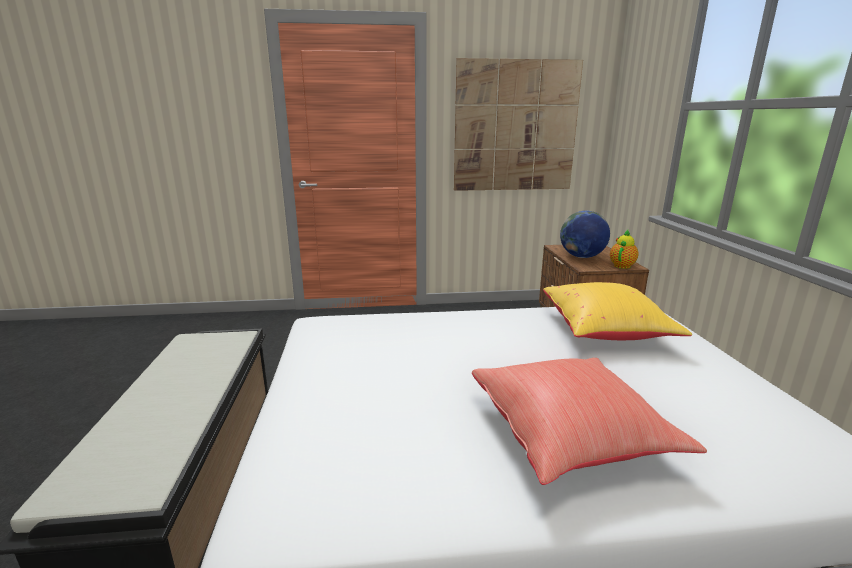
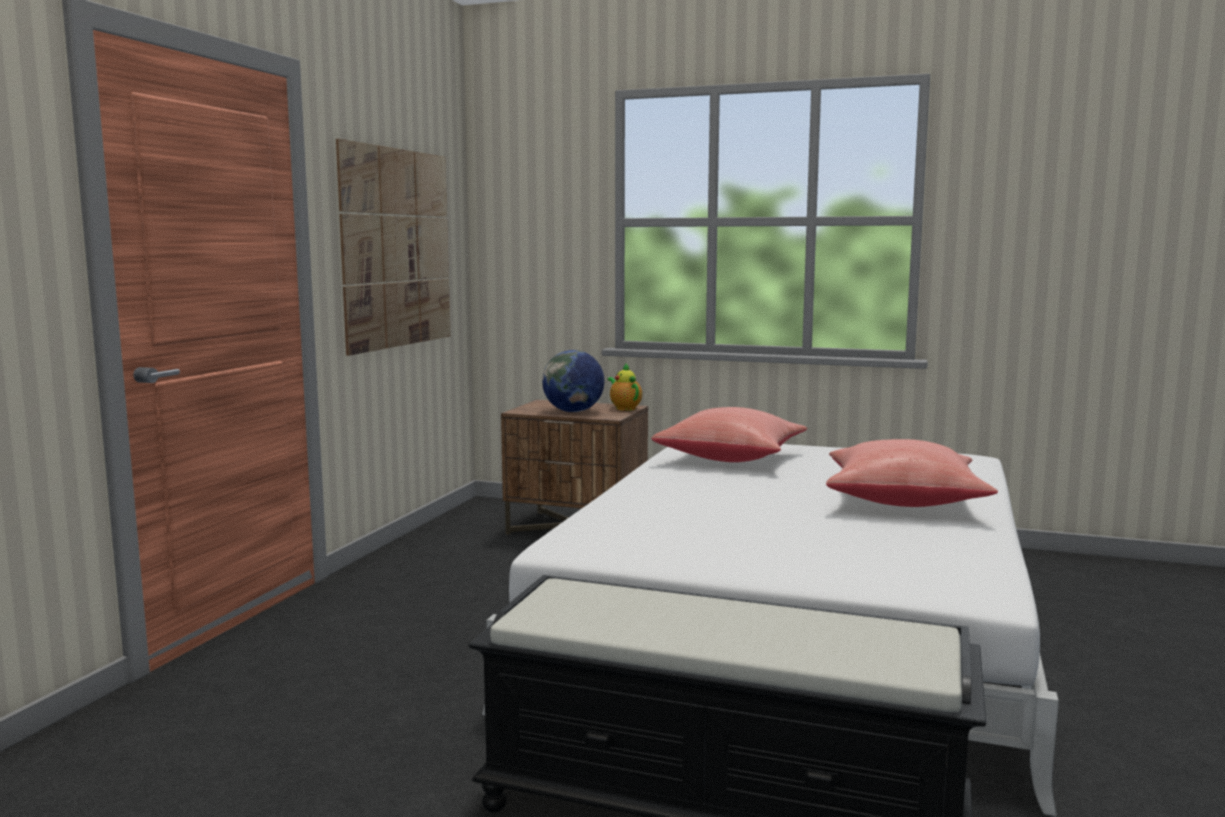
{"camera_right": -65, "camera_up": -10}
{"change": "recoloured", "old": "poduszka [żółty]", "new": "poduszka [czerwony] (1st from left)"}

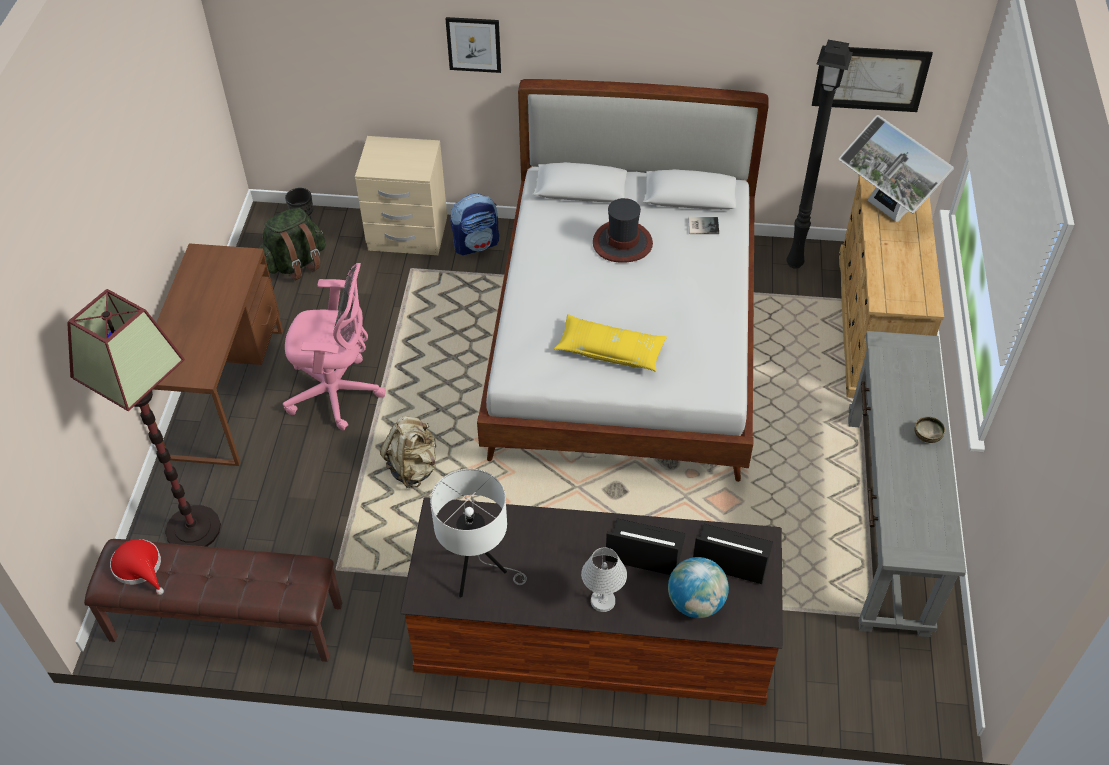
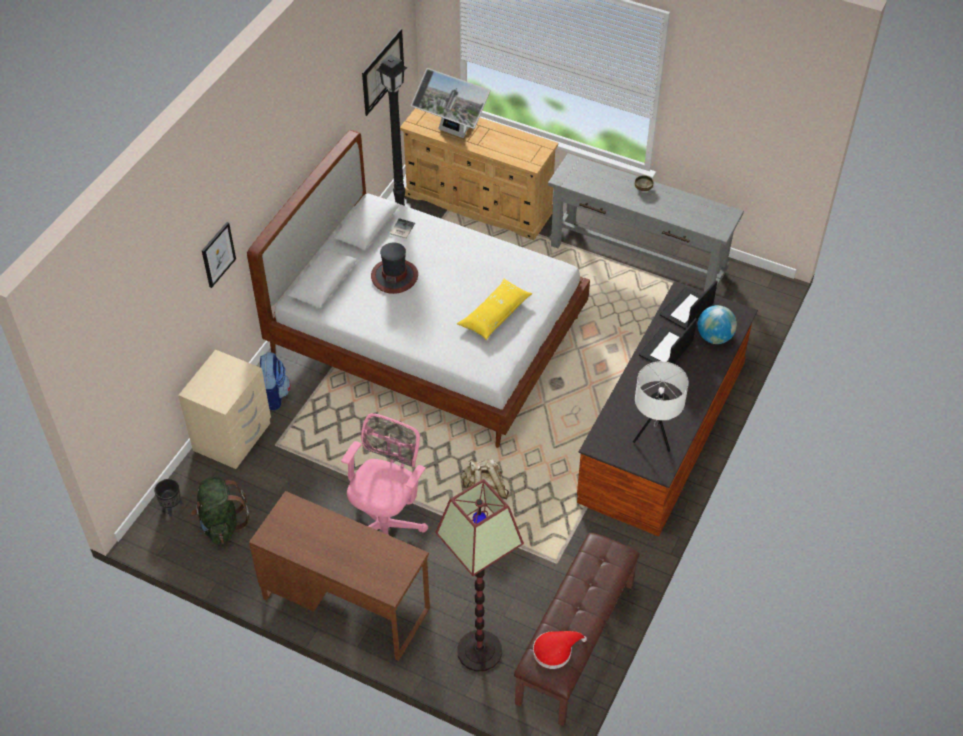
{"camera_right": -70, "camera_up": 0}
{"change": "removed", "old": "lampa stołowa [biały] (2nd from left)"}
{"change": "turned", "old": "monitor", "degrees": 45}

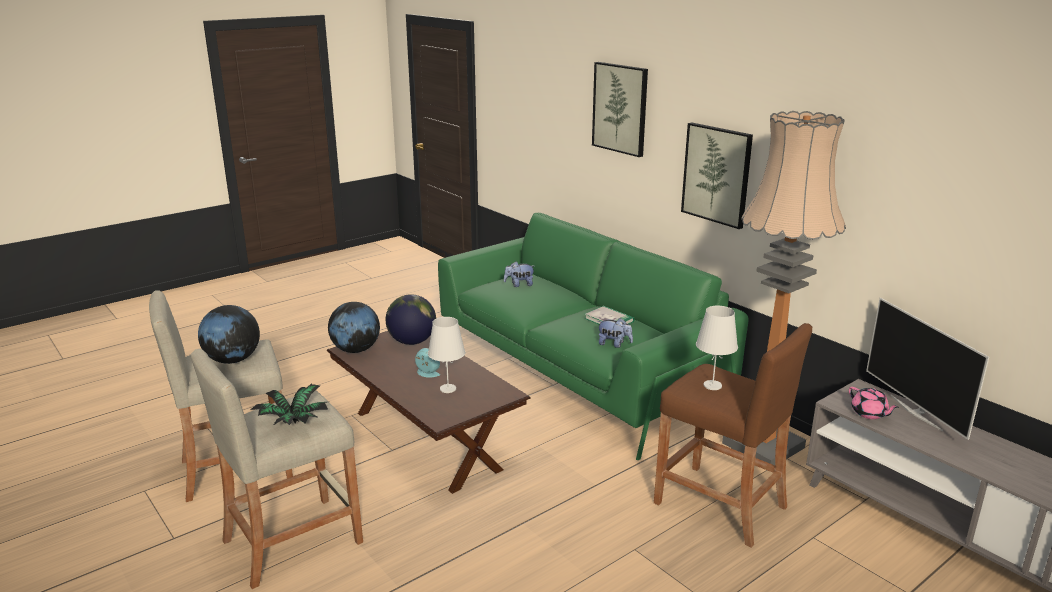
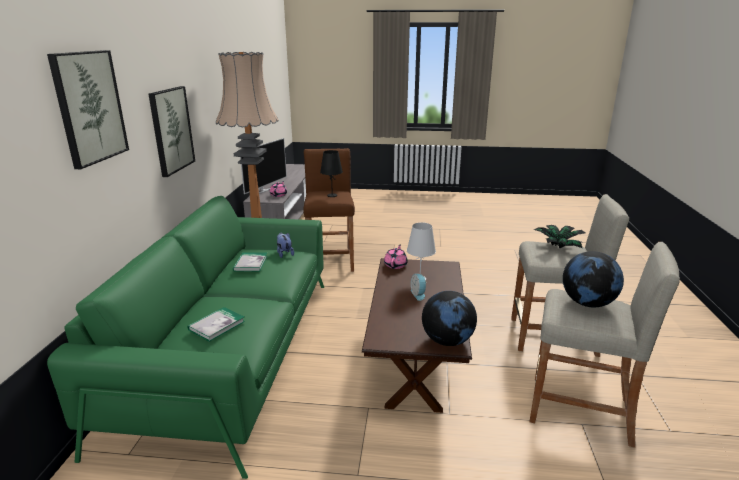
{"camera_right": -135, "camera_up": 0}
{"change": "removed", "old": "globus (3rd from left)"}
{"change": "replaced", "old": "pluszak (1st from left)", "new": "książka (1st from left)"}
{"change": "recoloured", "old": "lampa stołowa [biały] (2nd from left)", "new": "lampa stołowa [czarny]"}
{"change": "added", "new": "imbryk [różowy] (2nd from left)"}

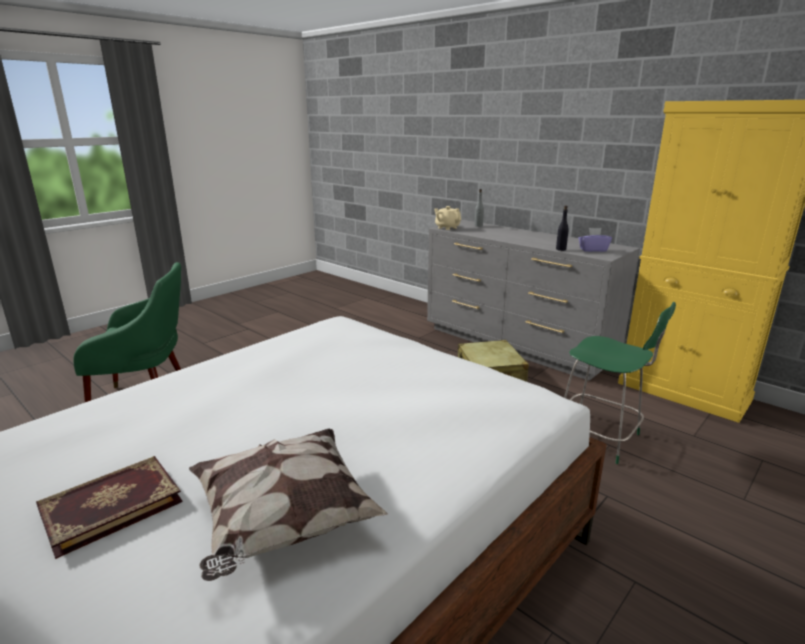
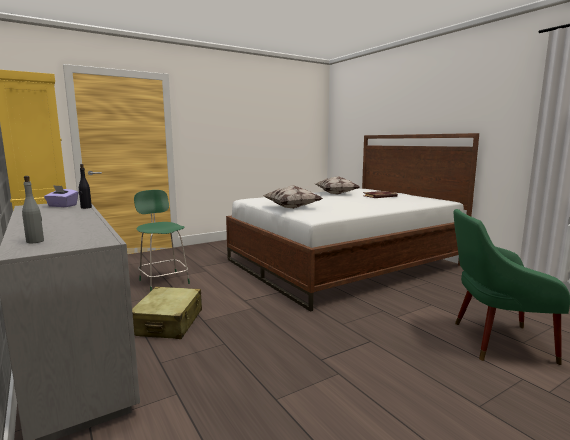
{"camera_right": -165, "camera_up": -10}
{"change": "removed", "old": "imbryk [beżowy]"}
{"change": "added", "new": "poduszka (1st from left)"}

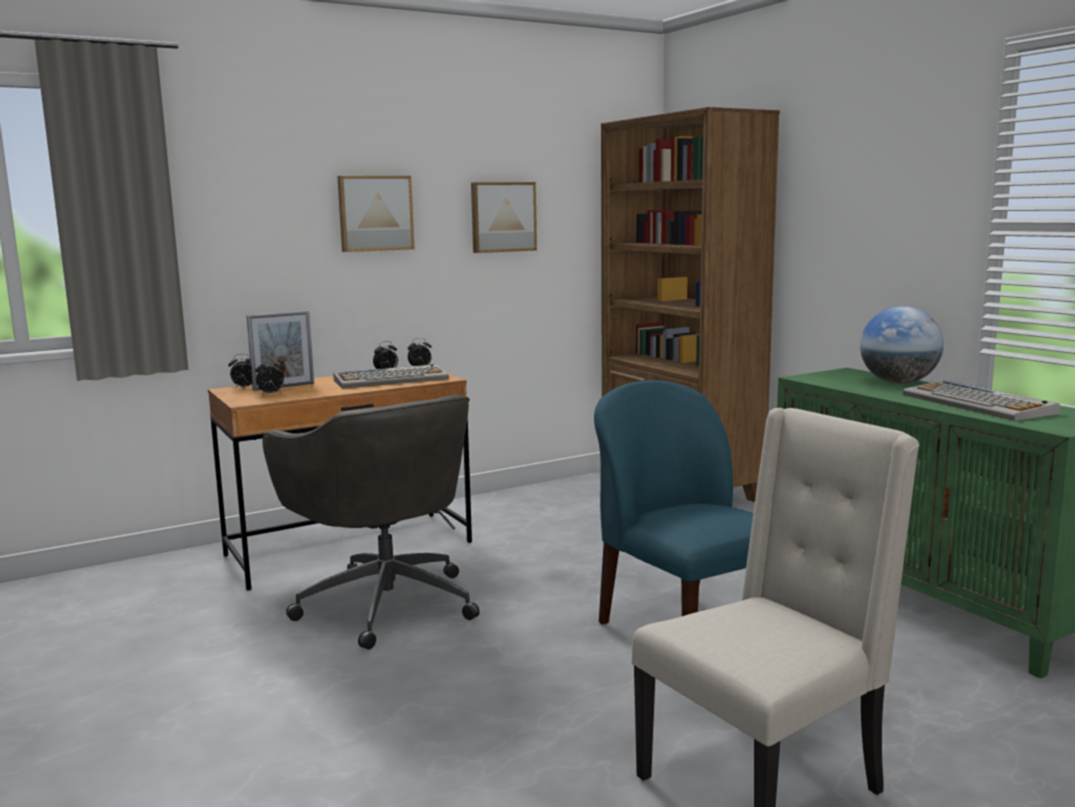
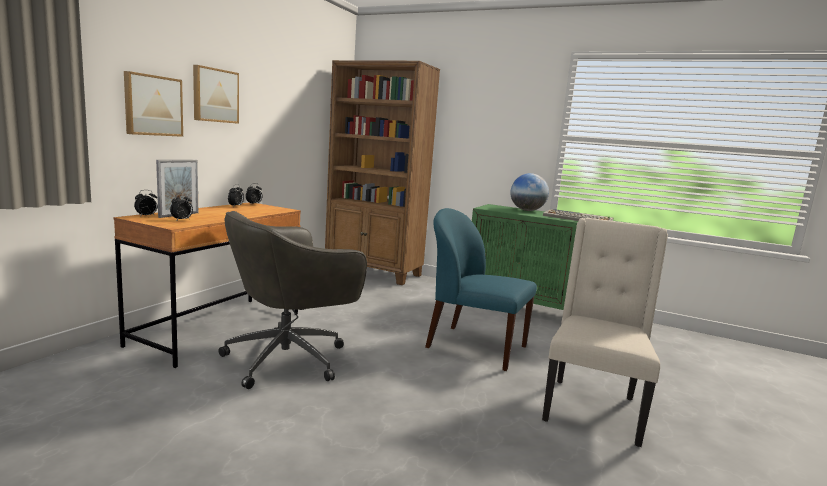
{"camera_right": -35, "camera_up": 0}
{"change": "turned", "old": "krzesło biurowe [szary]", "degrees": 120}
{"change": "removed", "old": "klawiatura (1st from left)"}
{"change": "moved", "old": "obraz (2nd from left in the first image)", "new": "obraz (1st from left)"}

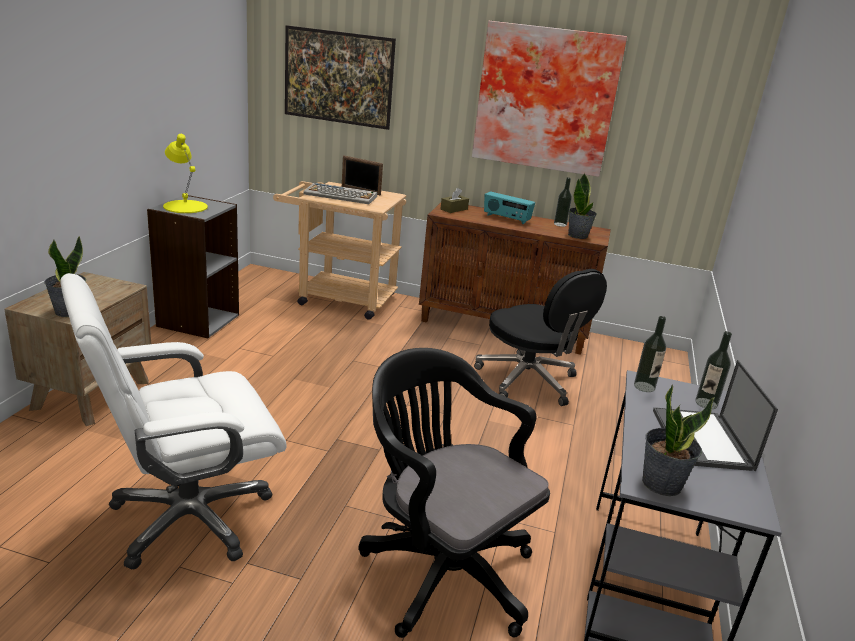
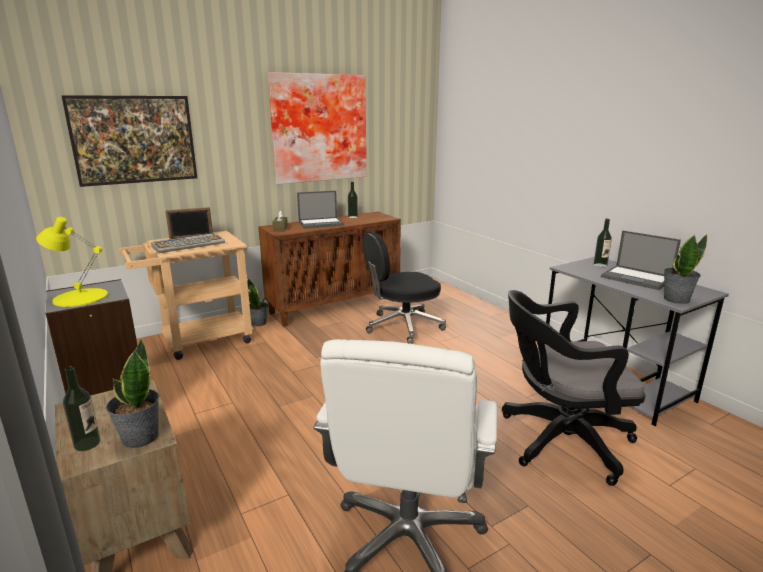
{"camera_right": -45, "camera_up": -5}
{"change": "turned", "old": "krzesło biurowe [czarny] (2nd from left in the first image)", "degrees": 150}
{"change": "replaced", "old": "radio", "new": "laptop (1st from left)"}
{"change": "moved", "old": "roślina doniczkowa (2nd from left)"}
{"change": "moved", "old": "butelka (2nd from left in the first image)", "new": "butelka (1st from left)"}

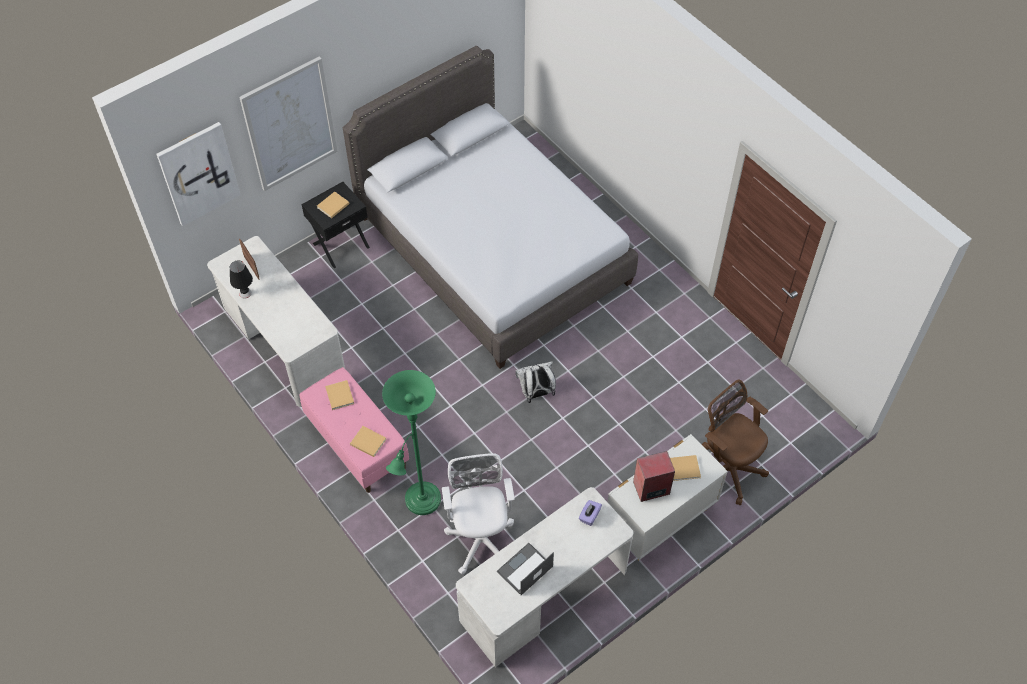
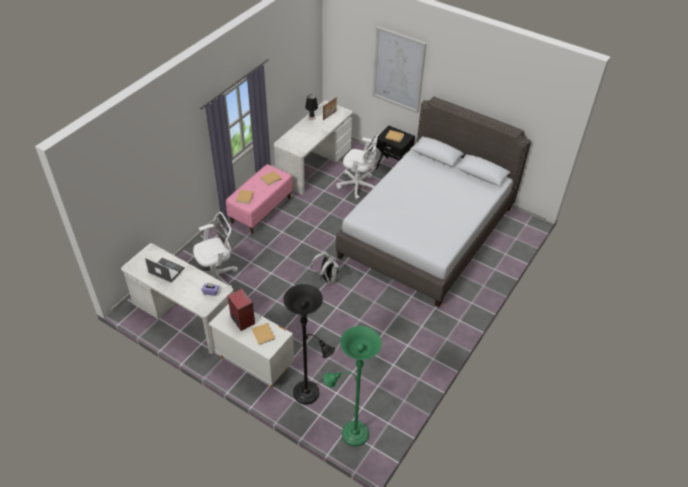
{"camera_right": 70, "camera_up": -10}
{"change": "removed", "old": "obraz (1st from left)"}
{"change": "moved", "old": "lampa stojąca [zielony]"}
{"change": "replaced", "old": "krzesło biurowe [brązowy]", "new": "lampa stojąca [czarny]"}
{"change": "added", "new": "krzesło biurowe [biały] (2nd from left)"}

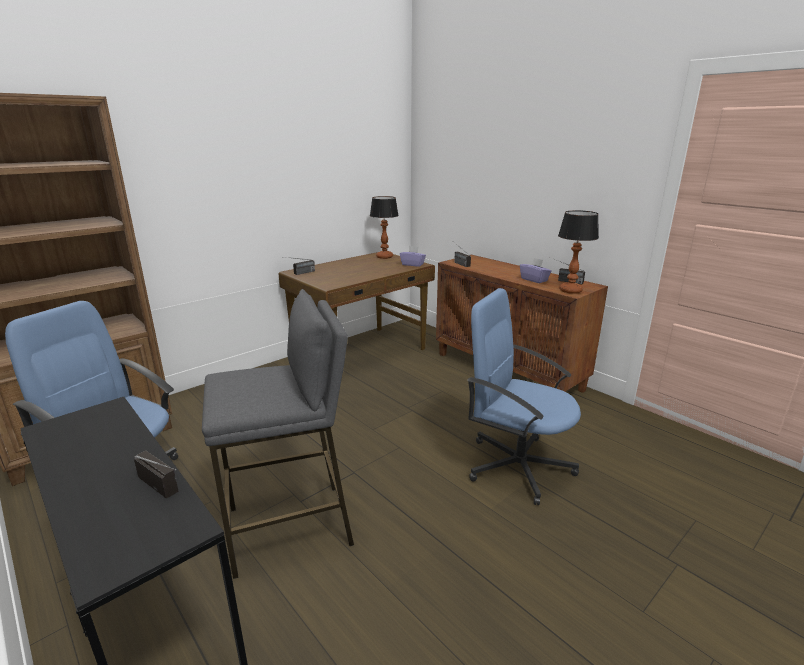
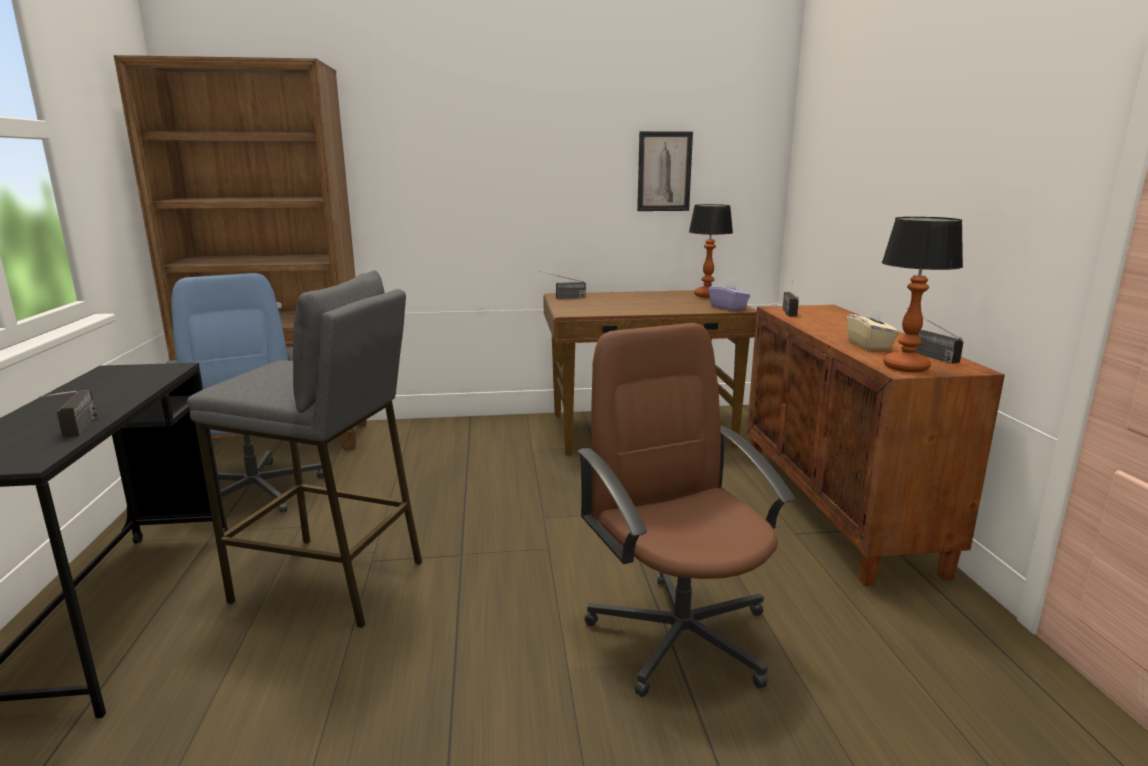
{"camera_right": 35, "camera_up": -5}
{"change": "recoloured", "old": "krzesło biurowe [niebieski] (2nd from left)", "new": "krzesło biurowe [brązowy]"}
{"change": "recoloured", "old": "pudełko chusteczek [fioletowy] (2nd from left)", "new": "pudełko chusteczek [beżowy]"}
{"change": "added", "new": "obraz"}

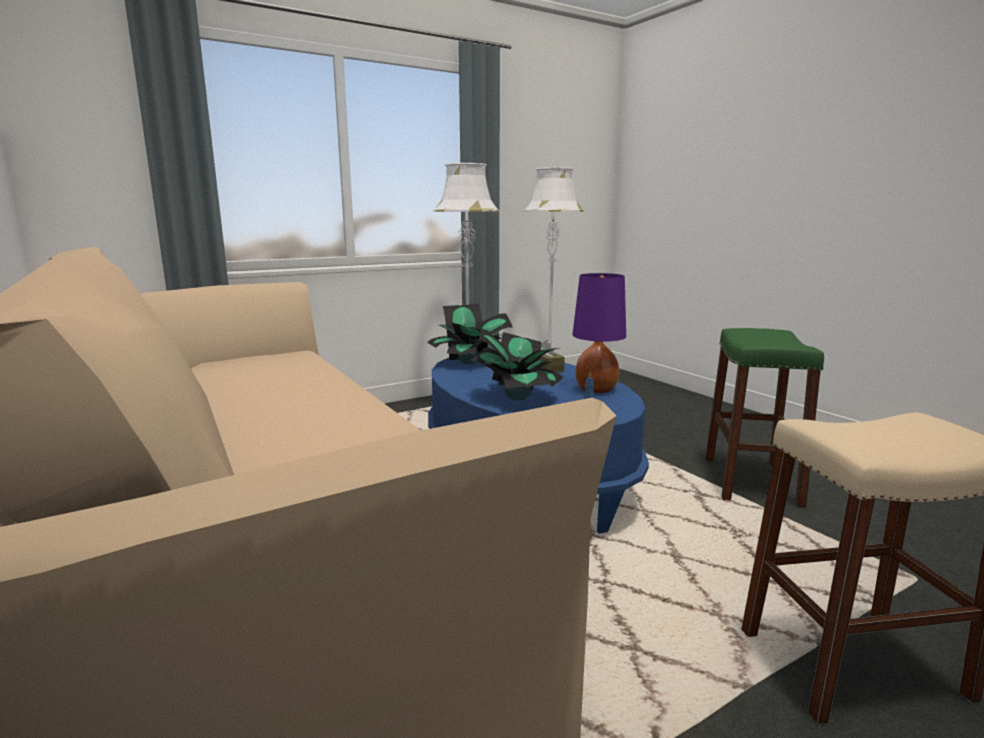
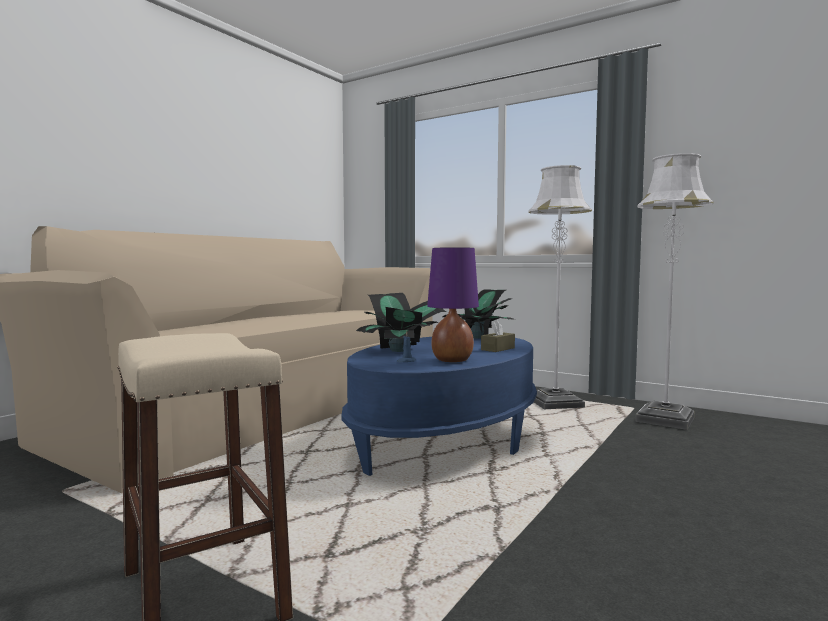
{"camera_right": 65, "camera_up": -10}
{"change": "removed", "old": "stołek [zielony]"}

